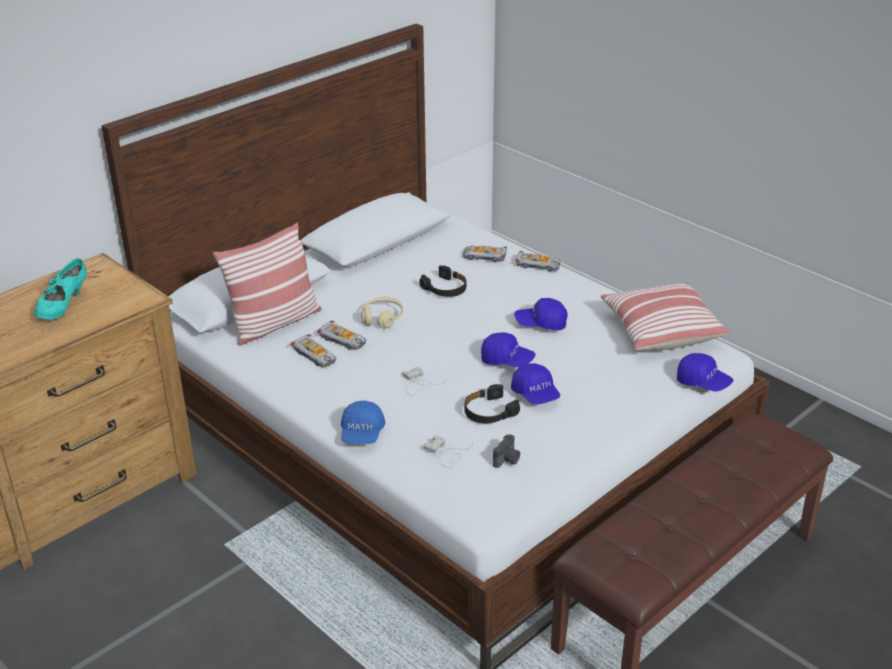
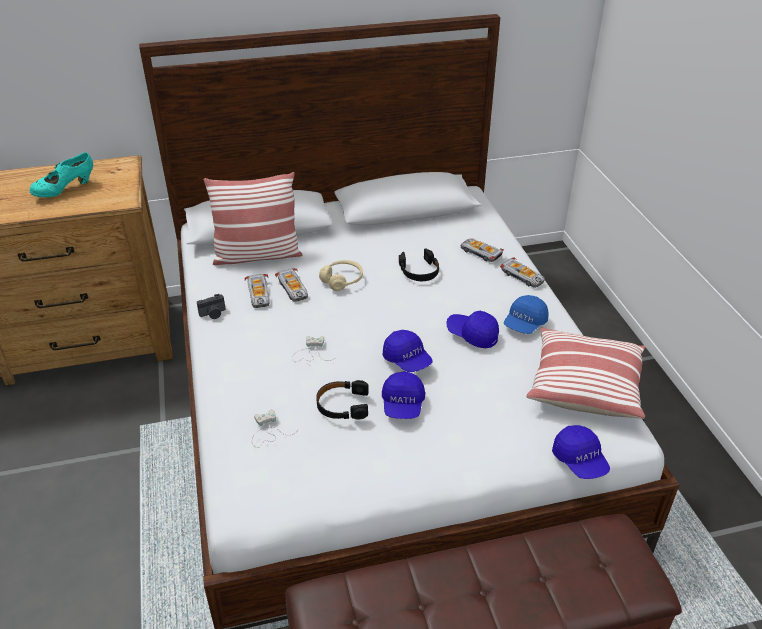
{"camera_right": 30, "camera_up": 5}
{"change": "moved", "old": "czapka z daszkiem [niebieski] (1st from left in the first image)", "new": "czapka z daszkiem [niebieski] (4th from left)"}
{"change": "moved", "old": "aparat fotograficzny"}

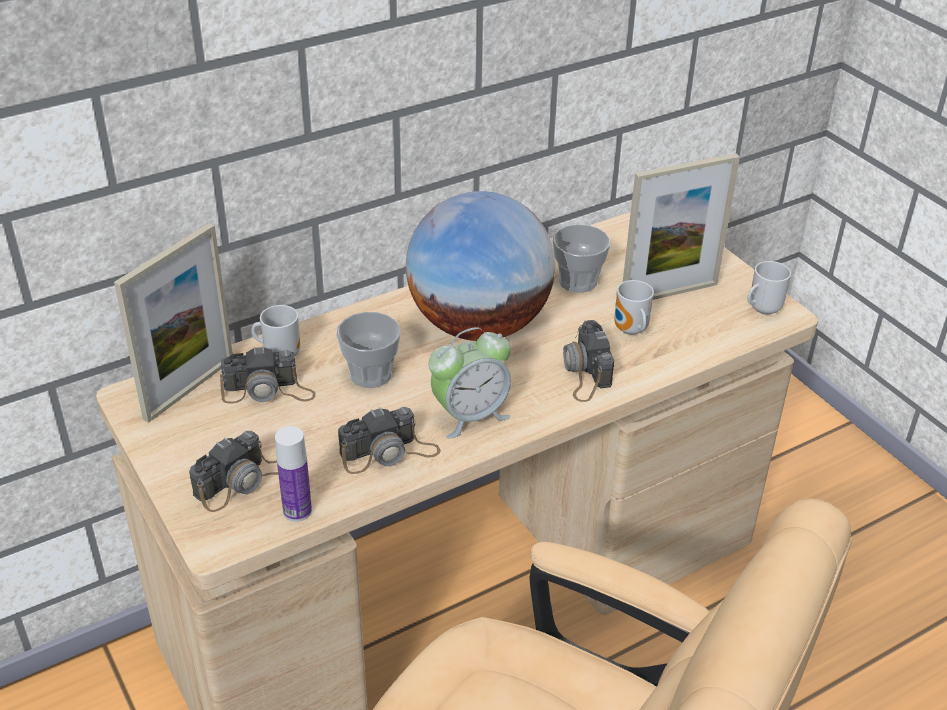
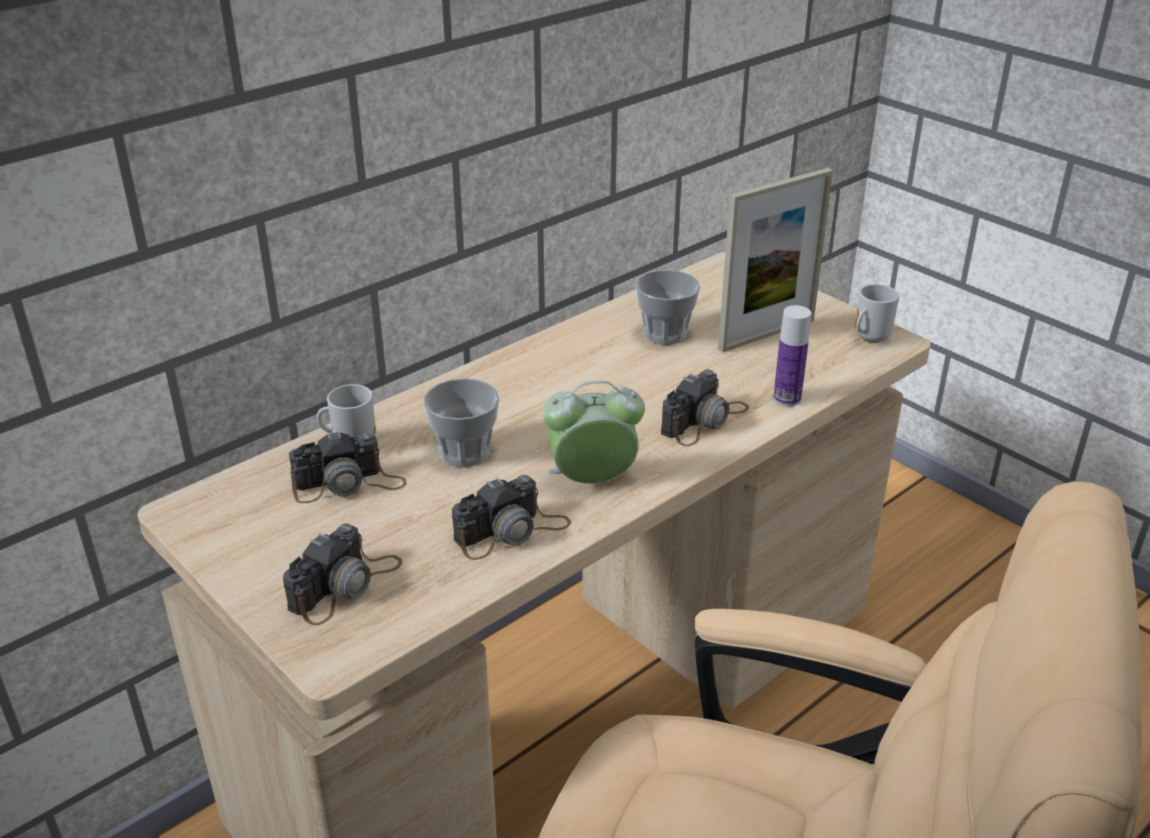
{"camera_right": -10, "camera_up": -5}
{"change": "removed", "old": "ramka na zdjęcie (1st from left)"}
{"change": "moved", "old": "butelka"}
{"change": "removed", "old": "globus"}
{"change": "turned", "old": "budzik", "degrees": -150}
{"change": "turned", "old": "aparat fotograficzny (4th from left)", "degrees": -120}
{"change": "removed", "old": "kubek (2nd from left)"}

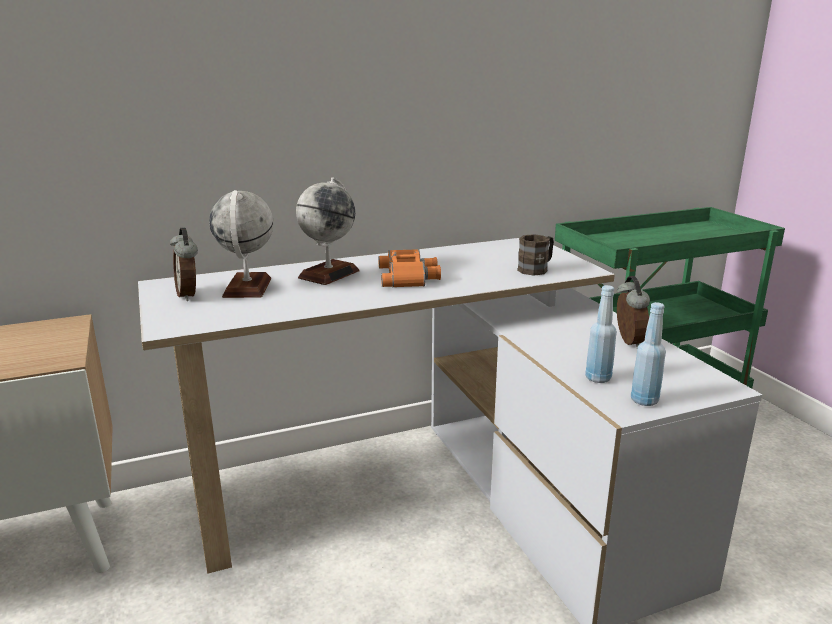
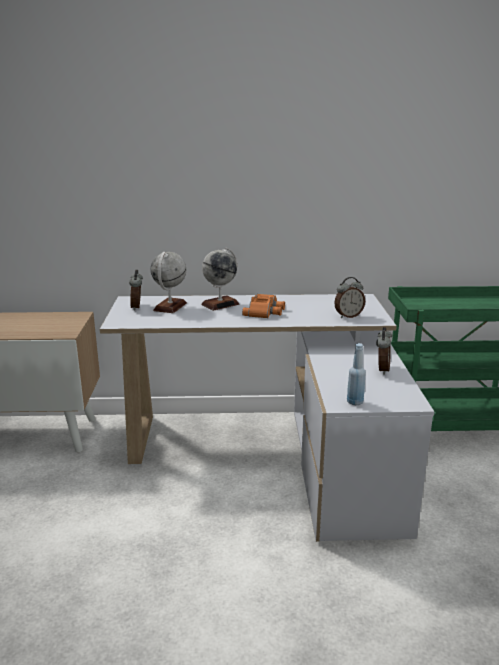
{"camera_right": 20, "camera_up": 0}
{"change": "replaced", "old": "kubek [brązowy]", "new": "budzik (2nd from left)"}
{"change": "removed", "old": "butelka [niebieski] (1st from left)"}

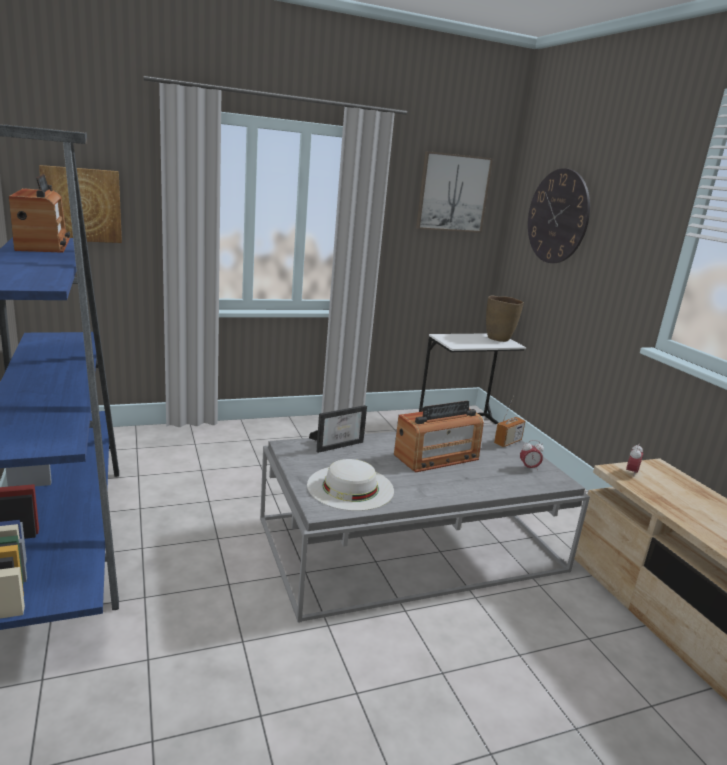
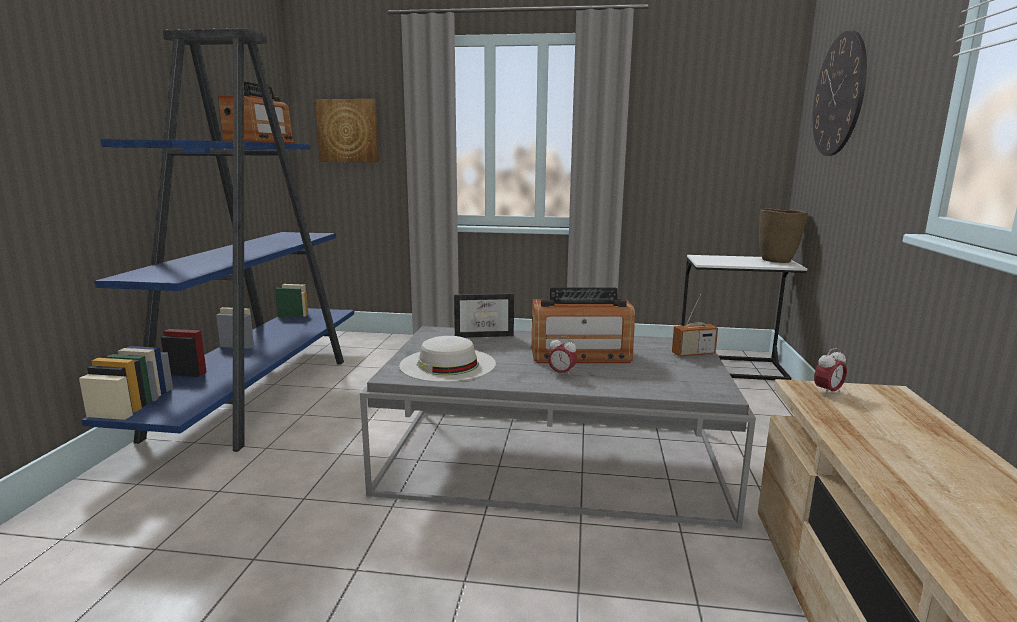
{"camera_right": 30, "camera_up": -5}
{"change": "removed", "old": "obraz (2nd from left)"}
{"change": "moved", "old": "budzik (1st from left)"}

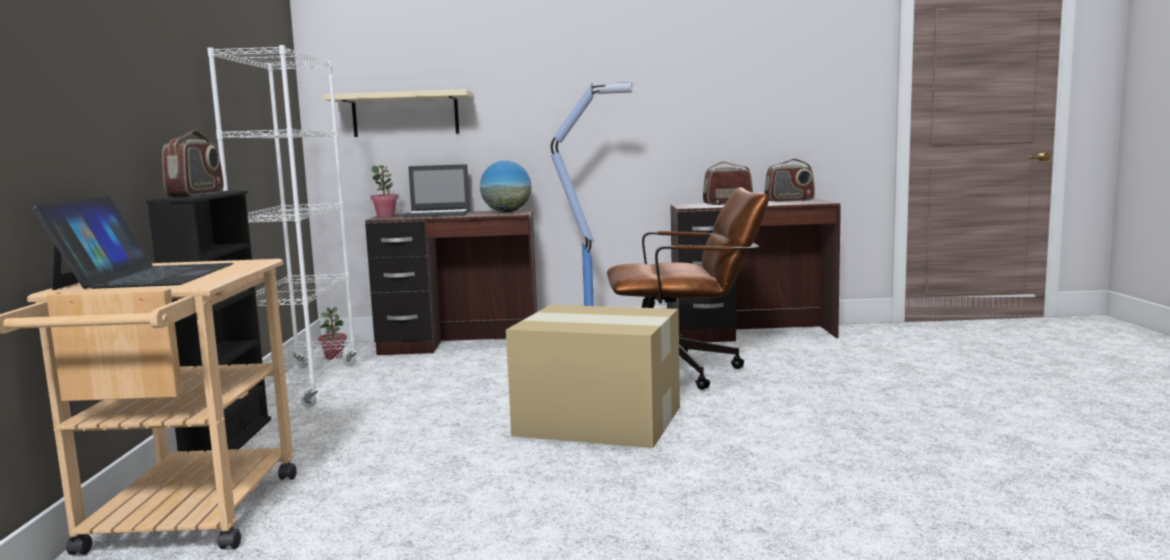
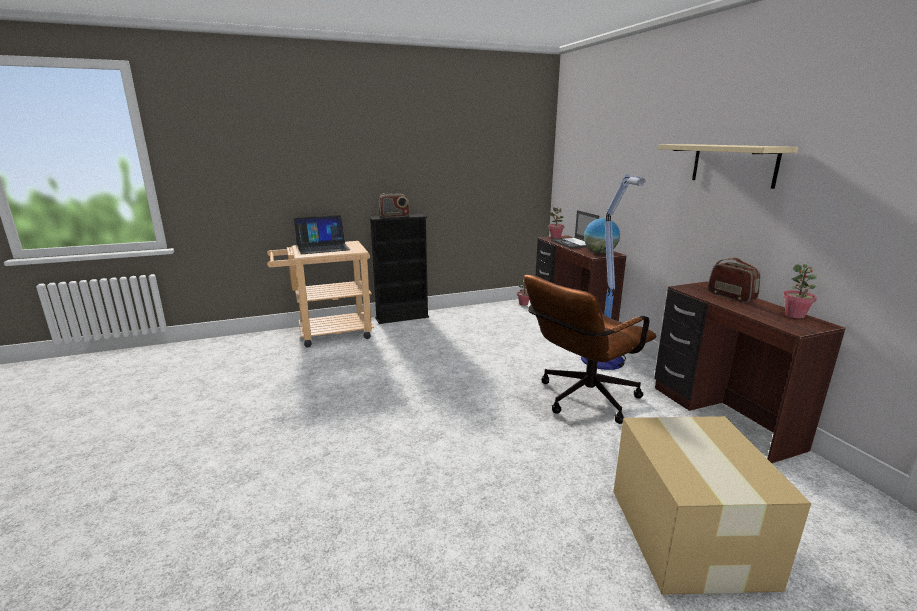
{"camera_right": 70, "camera_up": 10}
{"change": "removed", "old": "regał [biały]"}
{"change": "moved", "old": "półka [beżowy]"}
{"change": "moved", "old": "karton"}
{"change": "turned", "old": "krzesło biurowe [brązowy]", "degrees": 75}
{"change": "replaced", "old": "radio (3rd from left)", "new": "roślina doniczkowa (3rd from left)"}

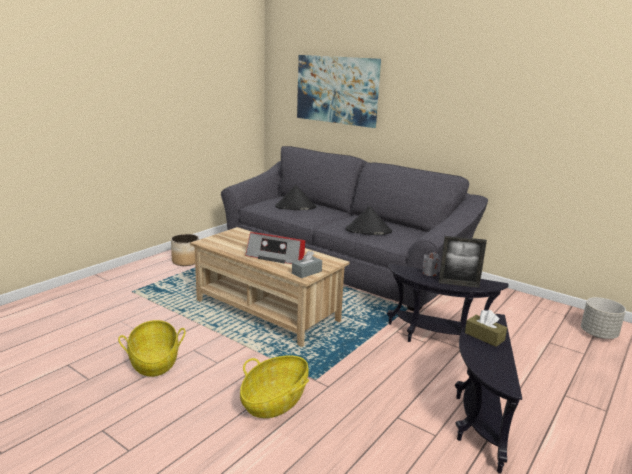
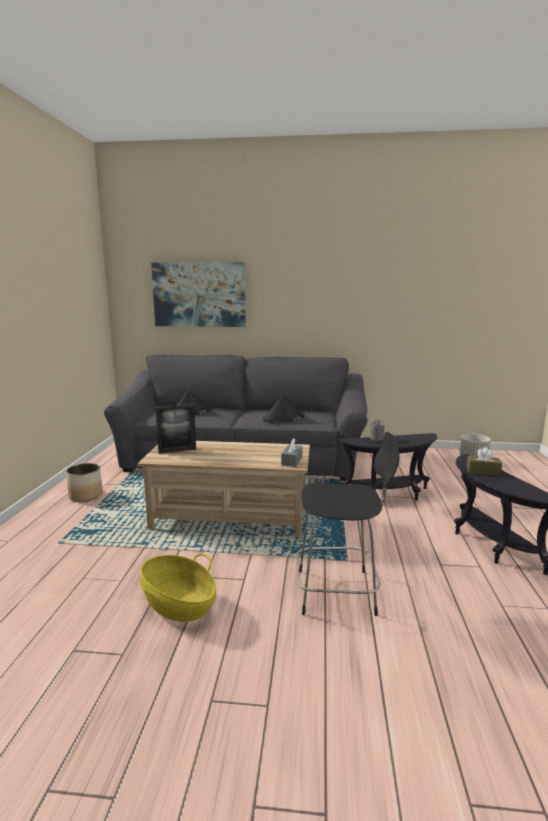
{"camera_right": -30, "camera_up": -5}
{"change": "replaced", "old": "koszyk (2nd from left)", "new": "stołek [czarny]"}
{"change": "removed", "old": "radio"}
{"change": "moved", "old": "ramka na zdjęcie"}

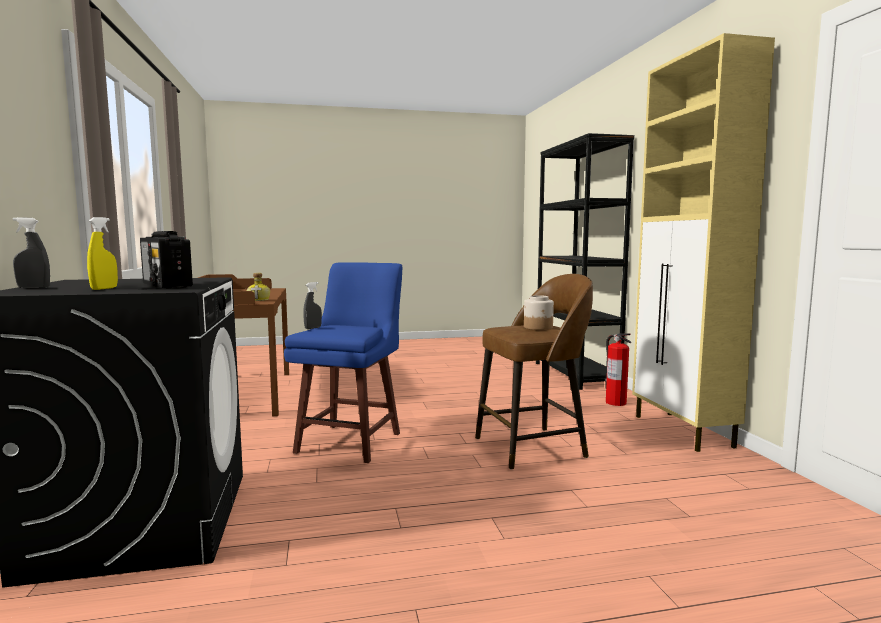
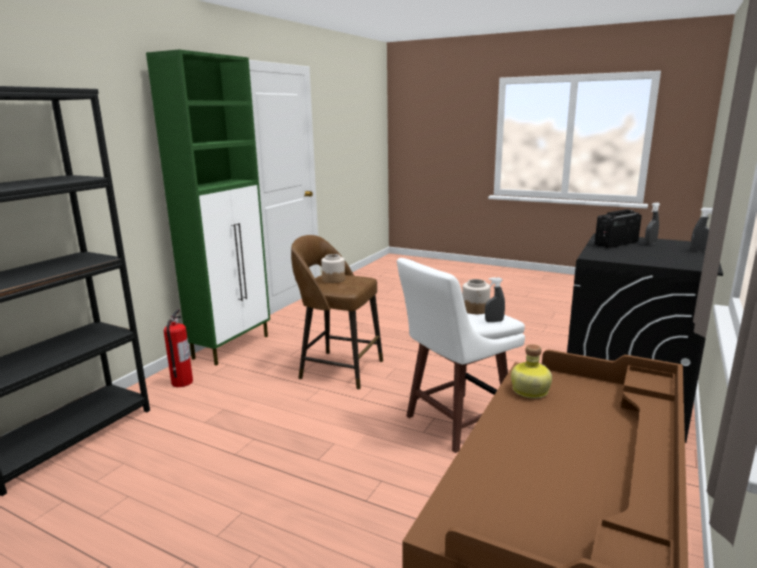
{"camera_right": -140, "camera_up": 10}
{"change": "recoloured", "old": "spryskiwacz [żółty]", "new": "spryskiwacz [szary] (2nd from left)"}
{"change": "turned", "old": "radio", "degrees": -120}
{"change": "recoloured", "old": "stołek [niebieski]", "new": "stołek [biały]"}
{"change": "recoloured", "old": "szafka [beżowy]", "new": "szafka [zielony]"}
{"change": "added", "new": "słoik (2nd from left)"}

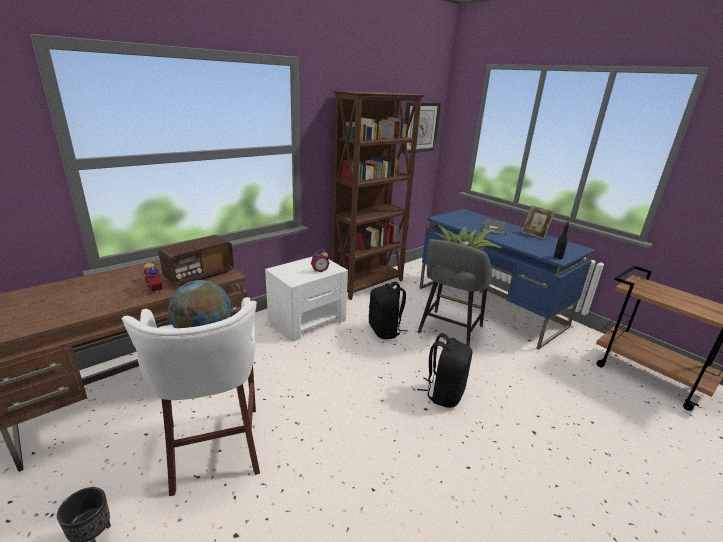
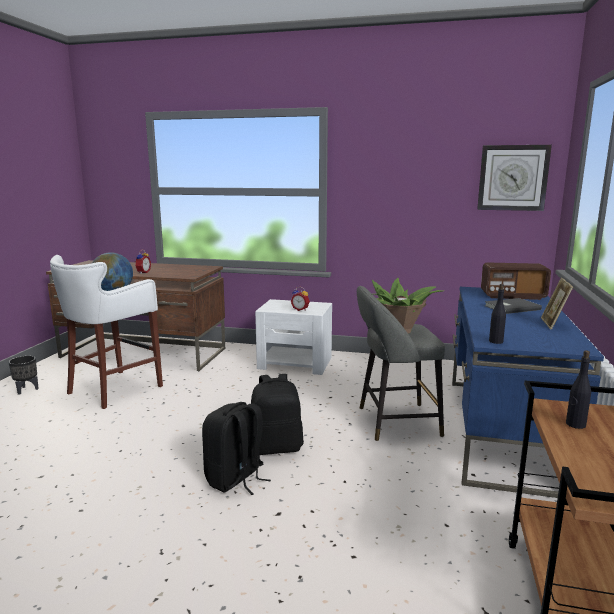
{"camera_right": 55, "camera_up": -10}
{"change": "moved", "old": "radio"}
{"change": "removed", "old": "regał [brązowy]"}
{"change": "moved", "old": "plecak [czarny] (1st from left)"}
{"change": "added", "new": "butelka [czarny] (2nd from left)"}

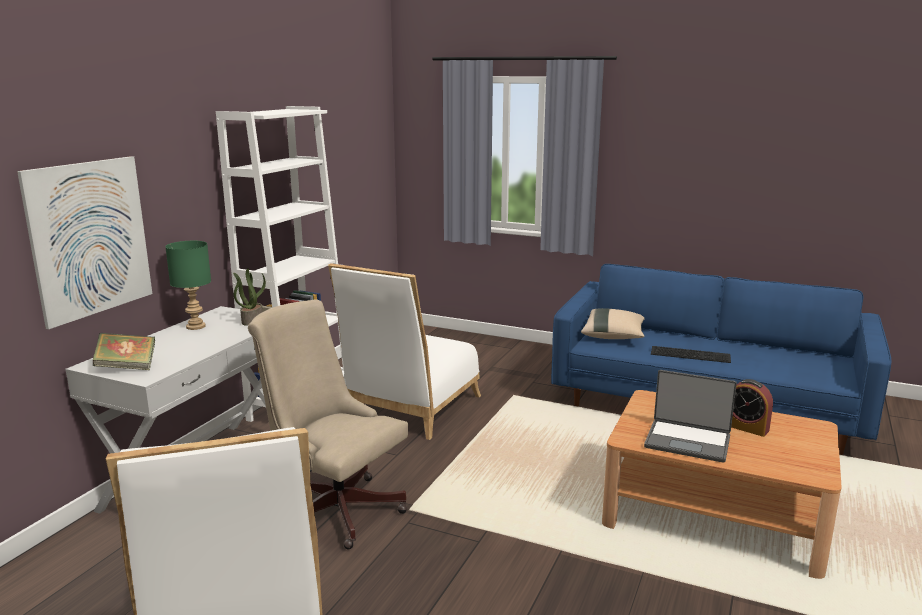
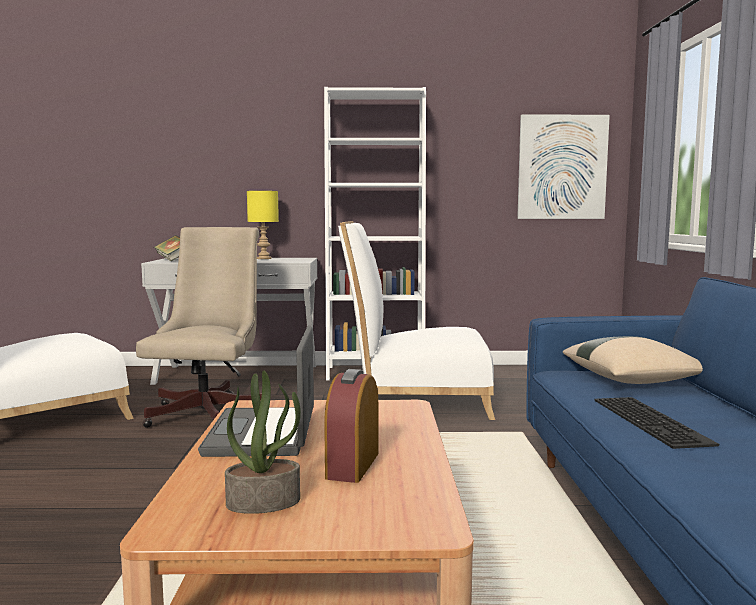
{"camera_right": 65, "camera_up": -10}
{"change": "moved", "old": "obraz"}
{"change": "recoloured", "old": "lampa stołowa [zielony]", "new": "lampa stołowa [żółty]"}
{"change": "moved", "old": "roślina doniczkowa"}

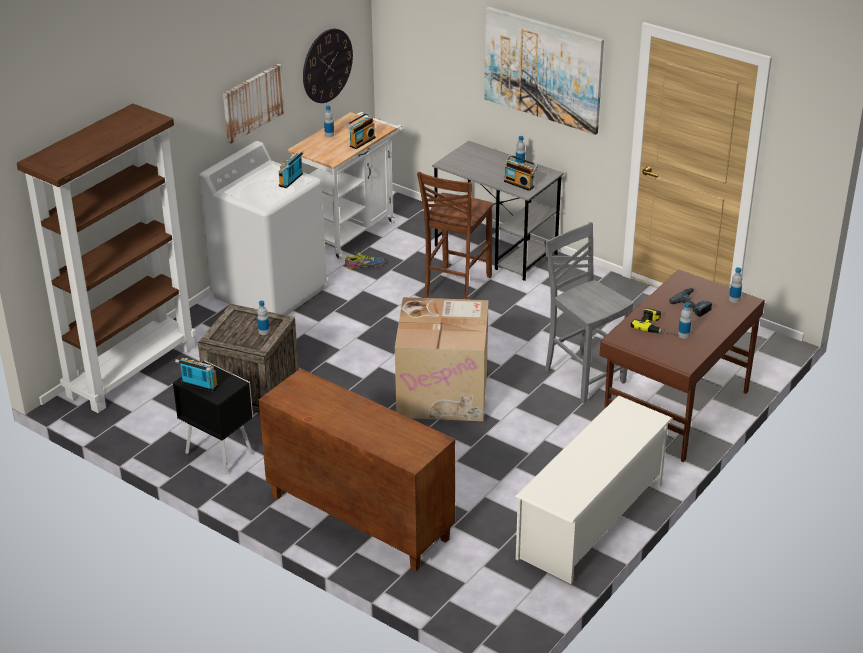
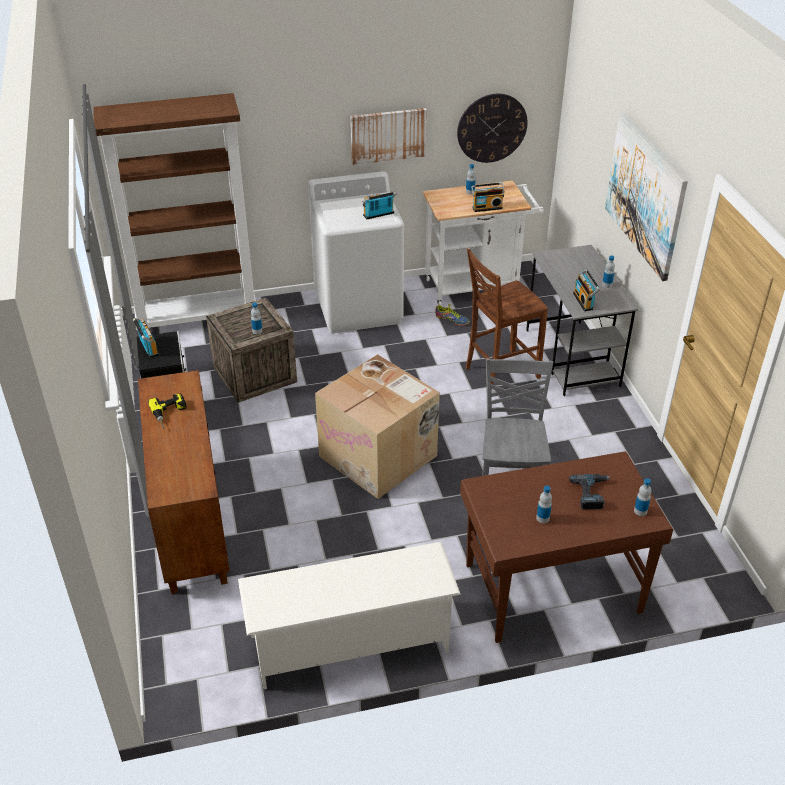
{"camera_right": 40, "camera_up": 5}
{"change": "moved", "old": "wiertarka (1st from left)"}

